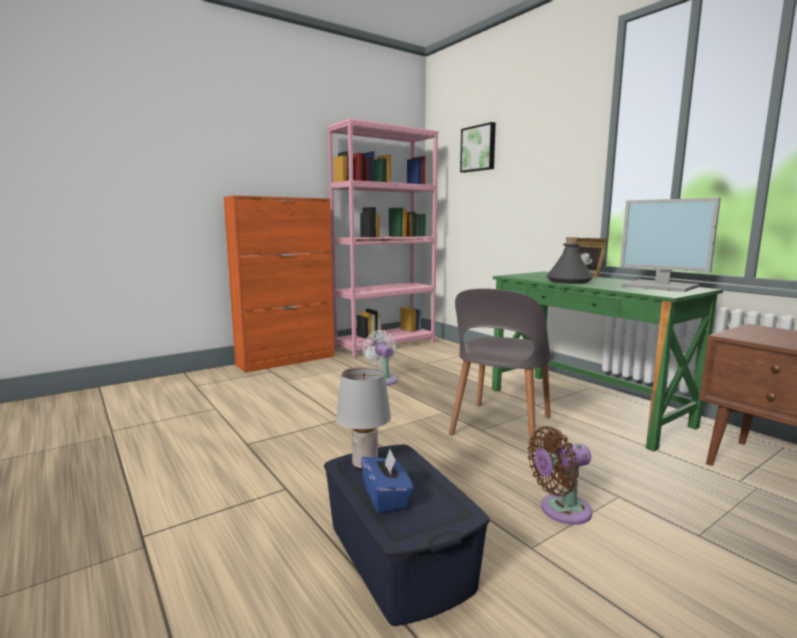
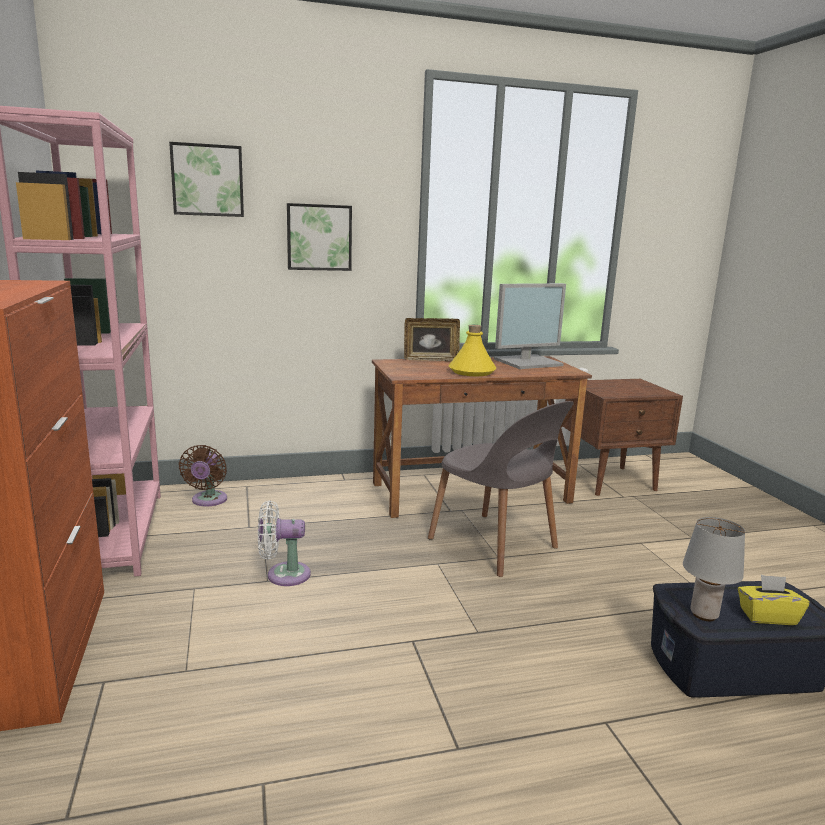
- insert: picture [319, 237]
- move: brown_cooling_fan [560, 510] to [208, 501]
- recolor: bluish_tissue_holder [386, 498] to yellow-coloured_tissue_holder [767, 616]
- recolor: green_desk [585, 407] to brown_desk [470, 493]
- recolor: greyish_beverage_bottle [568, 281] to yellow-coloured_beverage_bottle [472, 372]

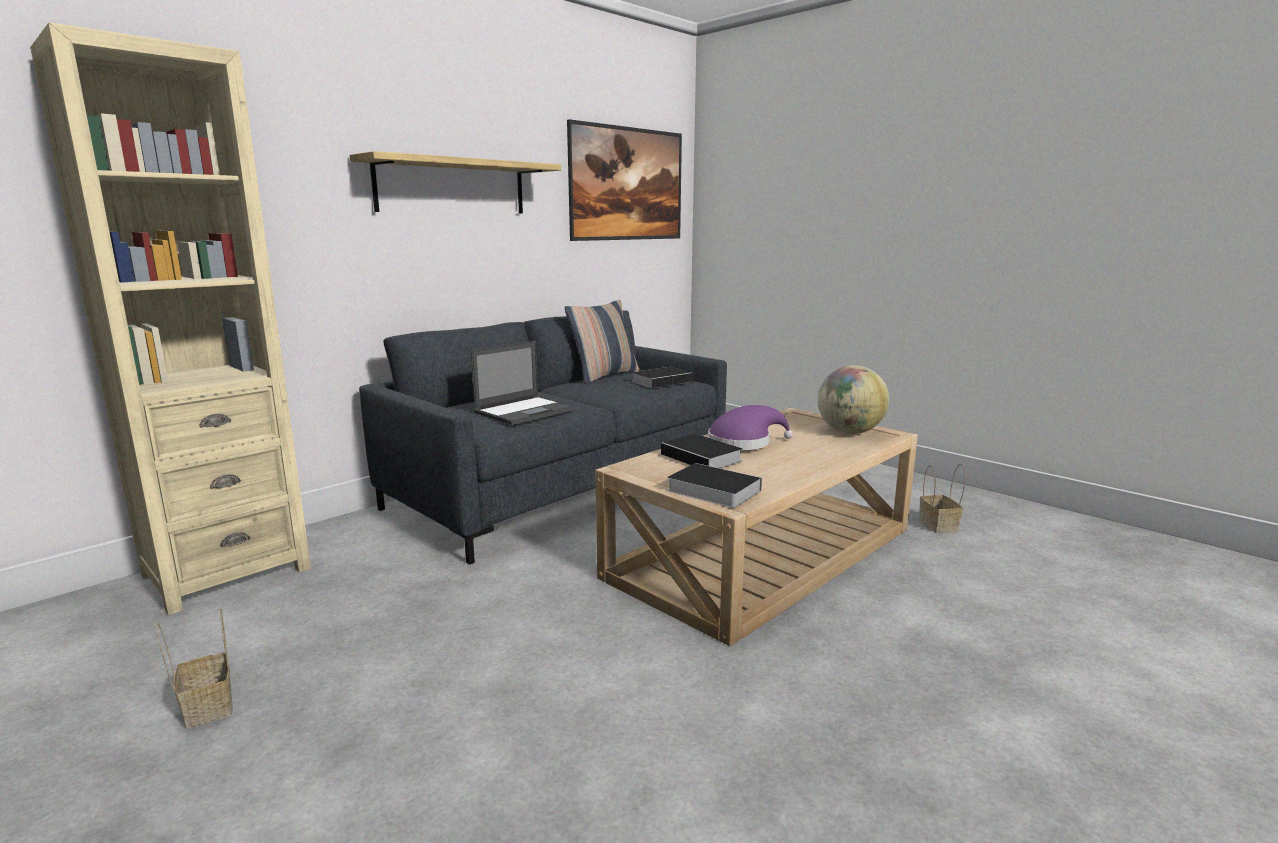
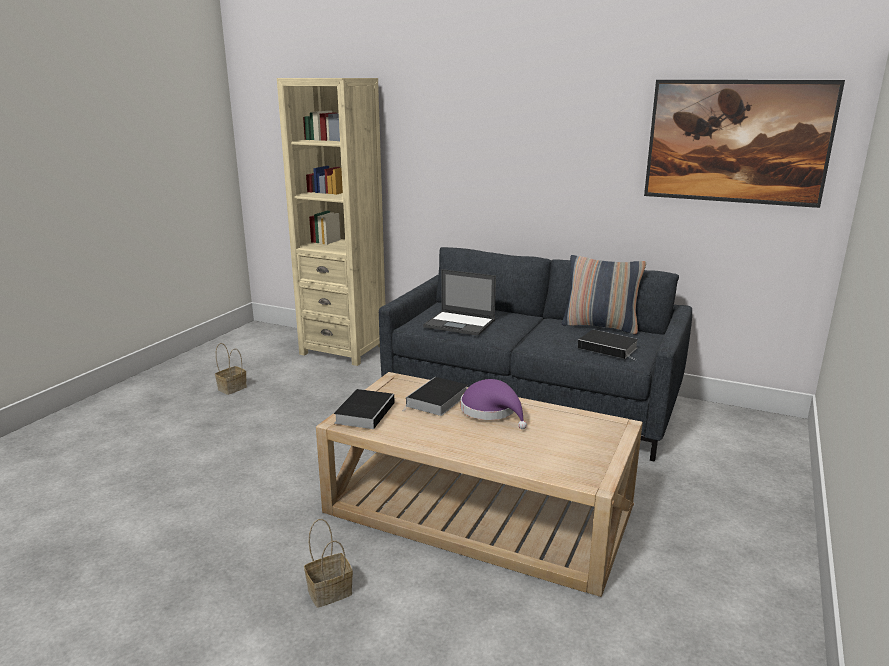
- delete: bracket_shelf [452, 187]
- delete: world_globe [849, 432]
- move: basket [939, 526] to [328, 593]

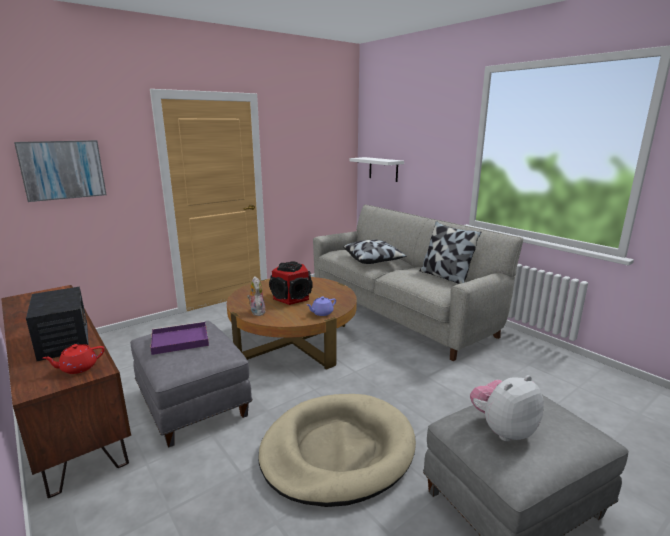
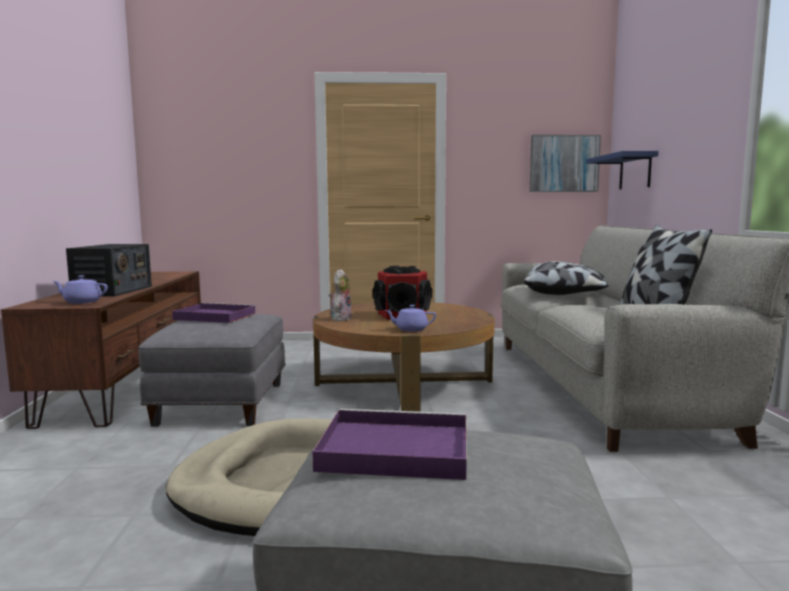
- move: picture [62, 170] to [564, 163]
- replace: cuddly_toy [502, 429] to purple-coloured_serving_tray [392, 450]
- recolor: red_pot_for_tea [78, 368] to purple-coloured_pot_for_tea [82, 302]
- recolor: white-coloured_bracket_shelf [383, 169] to bluish_bracket_shelf [635, 171]

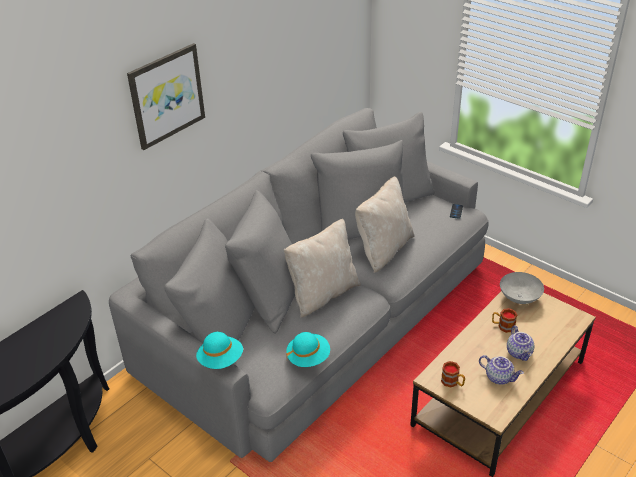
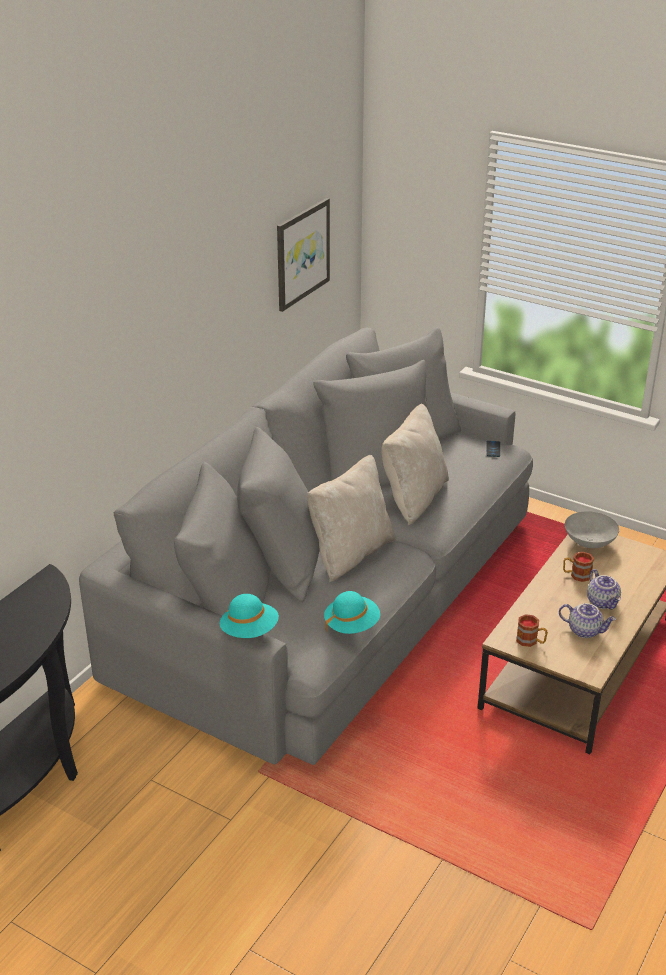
- move: picture [166, 95] to [301, 253]

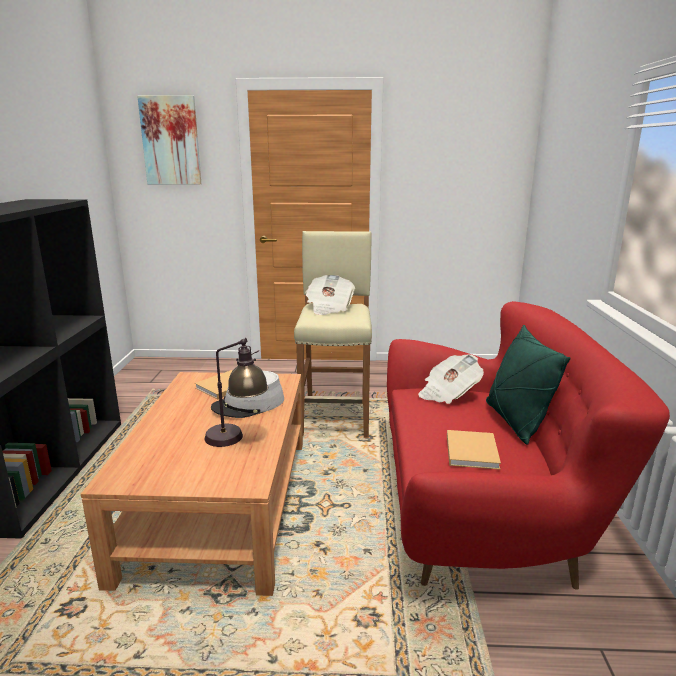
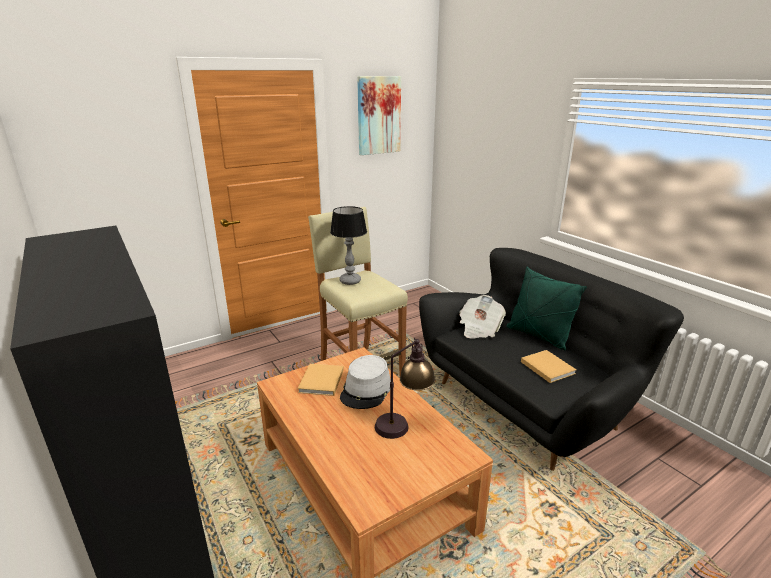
- move: picture [171, 141] to [378, 115]
- replace: newspaper [329, 308] to table_lamp [350, 281]
- recolor: red_sofa [483, 510] to black-coloured_sofa [528, 403]

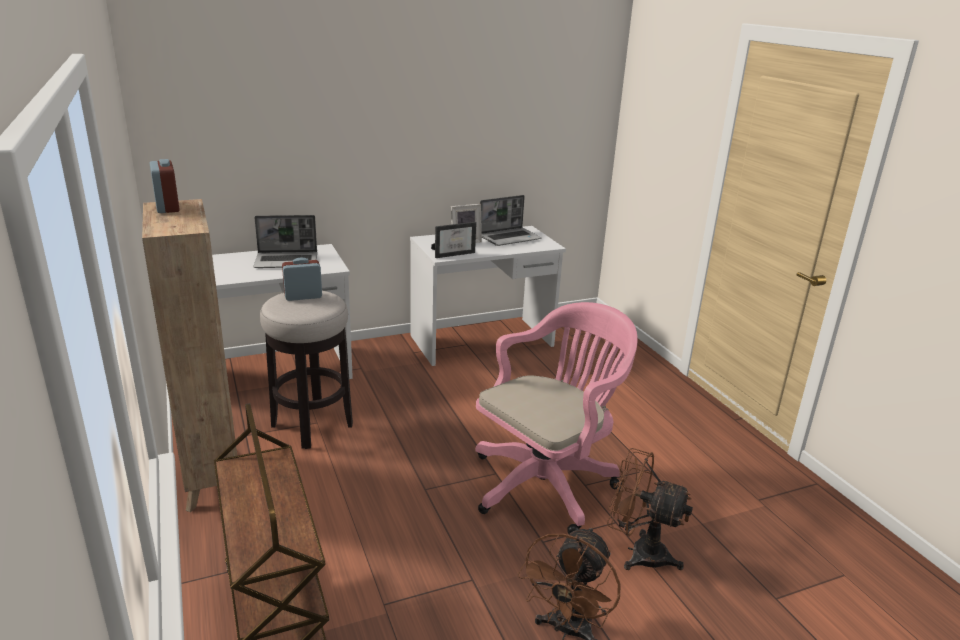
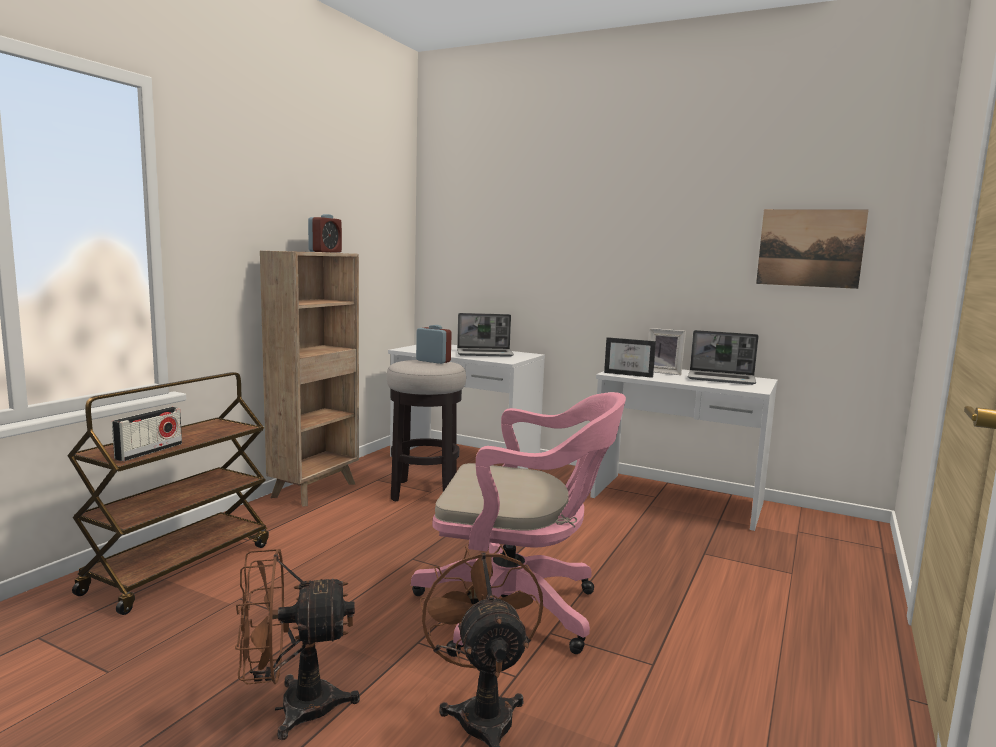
- insert: radio_set [149, 451]
- insert: picture [810, 248]
- rotate: laptop [287, 261] = [485, 353] 45 degrees counterclockwise

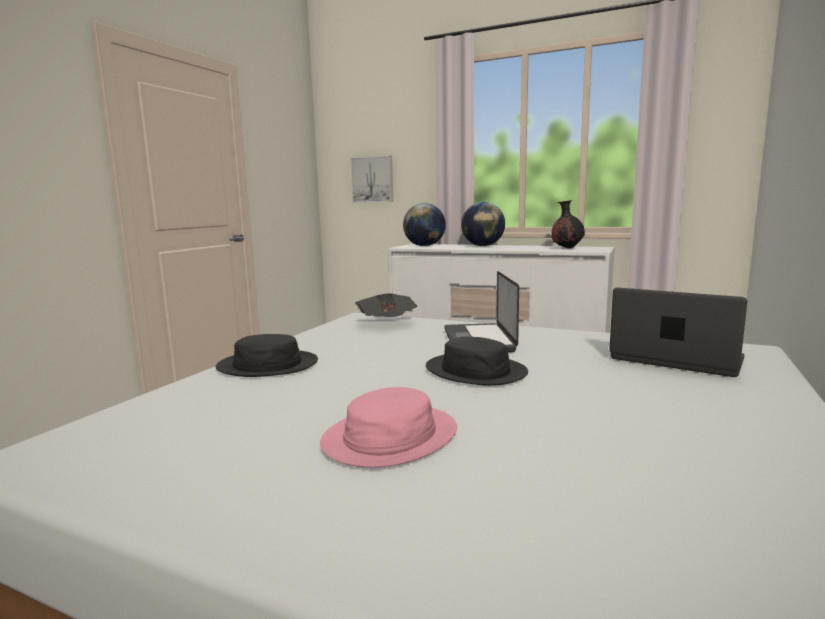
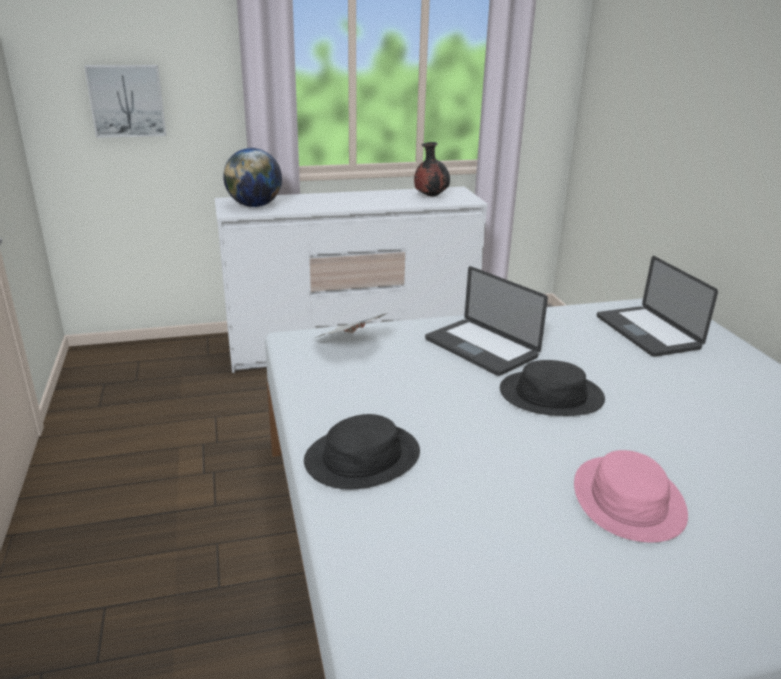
- delete: world_globe [483, 246]
- rotate: laptop [675, 359] = [647, 332] 105 degrees counterclockwise

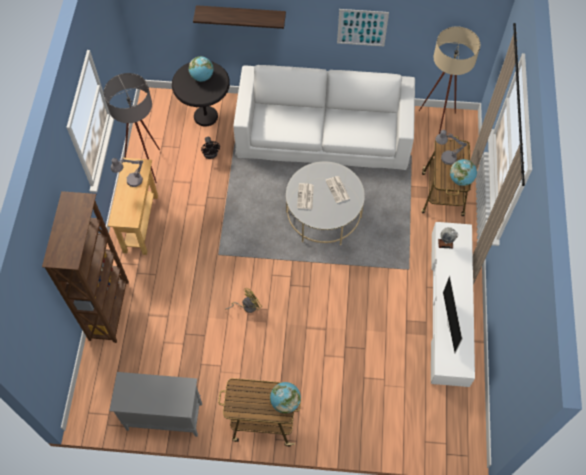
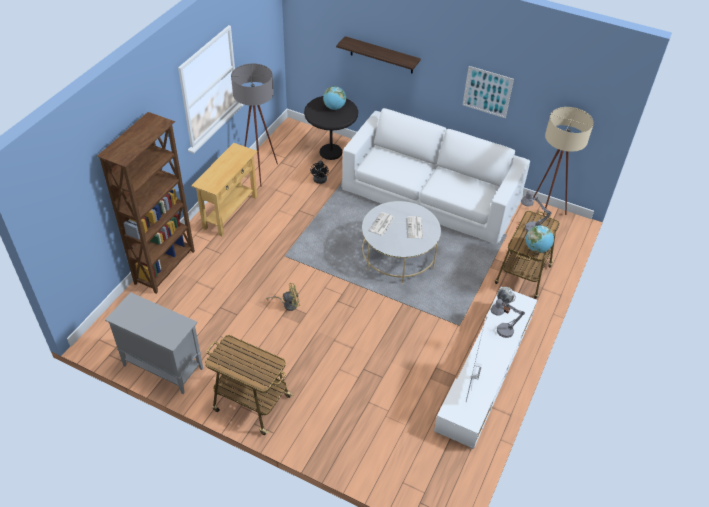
- delete: world_globe [285, 402]
- move: greyish_table_lamp [131, 181] to [501, 330]

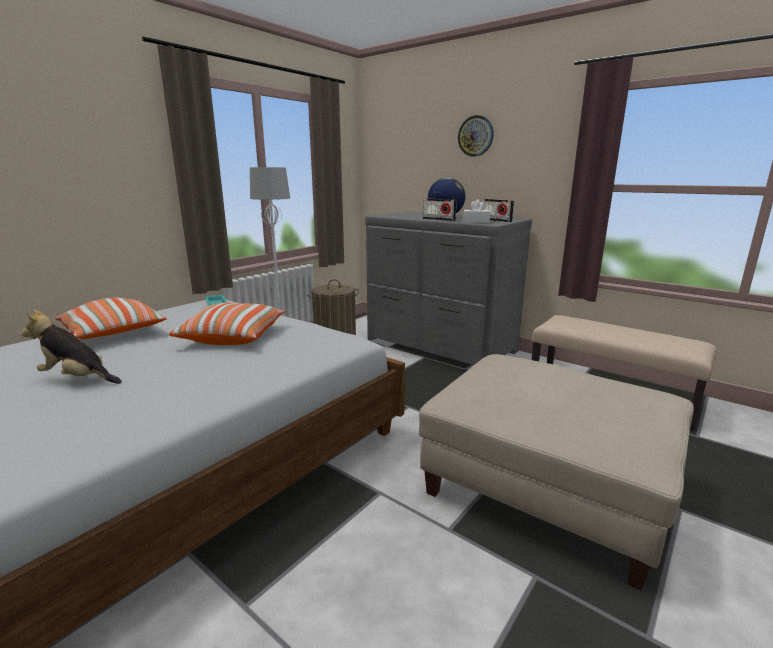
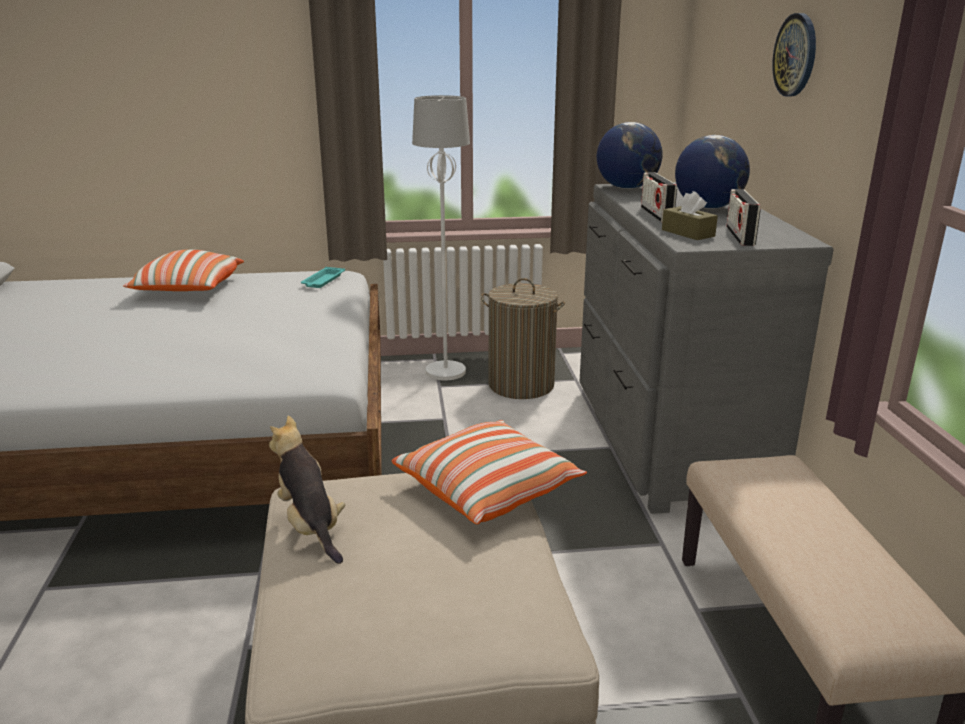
- insert: world_globe [627, 188]
- move: cuddly_toy [77, 378] to [311, 526]
- move: cushion [233, 337] to [488, 490]
- recolor: white-coloured_tissue_holder [476, 222] to brown_tissue_holder [688, 233]

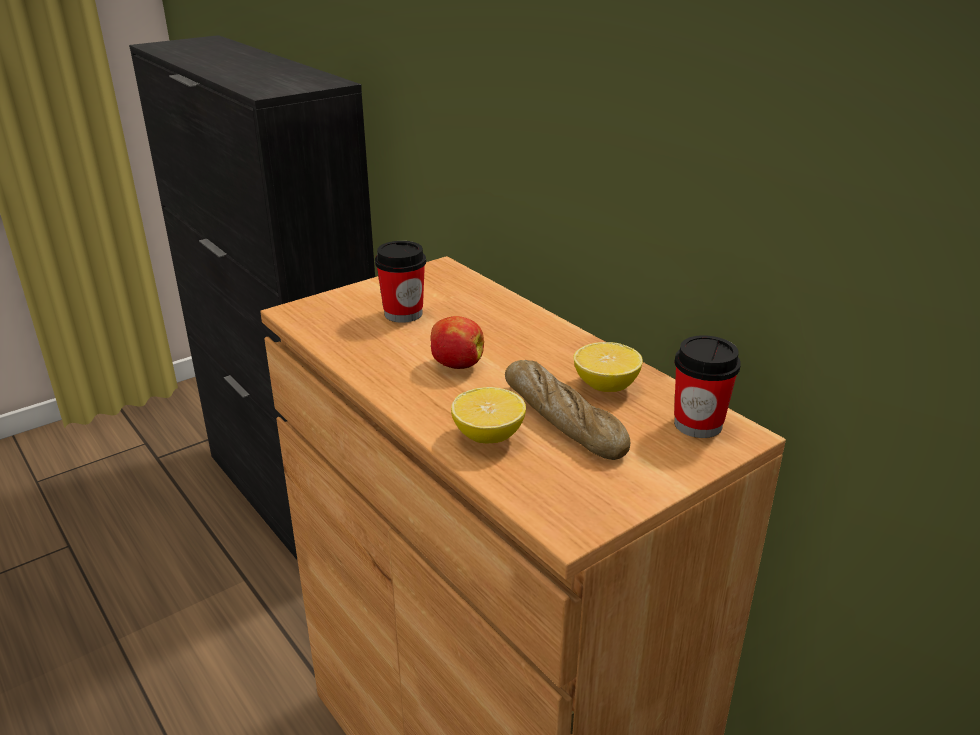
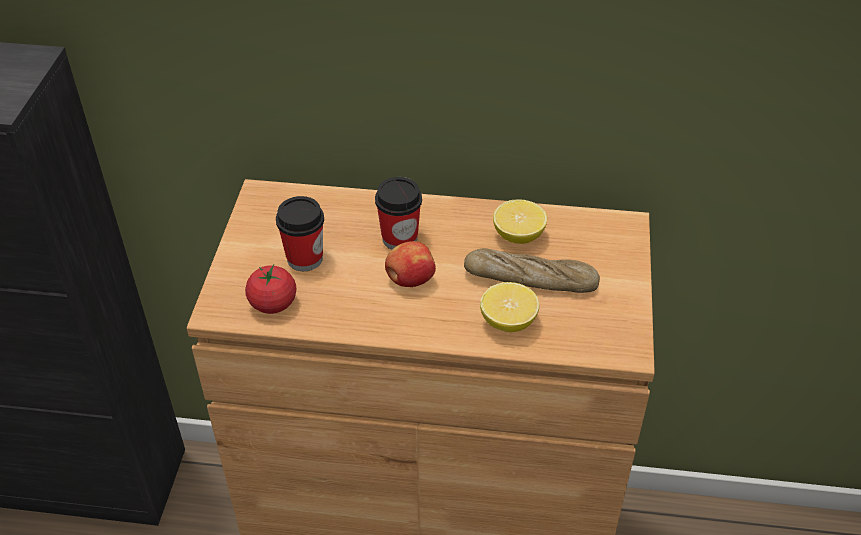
- insert: whole_tomato [273, 303]
- move: cup [698, 424] to [399, 238]

